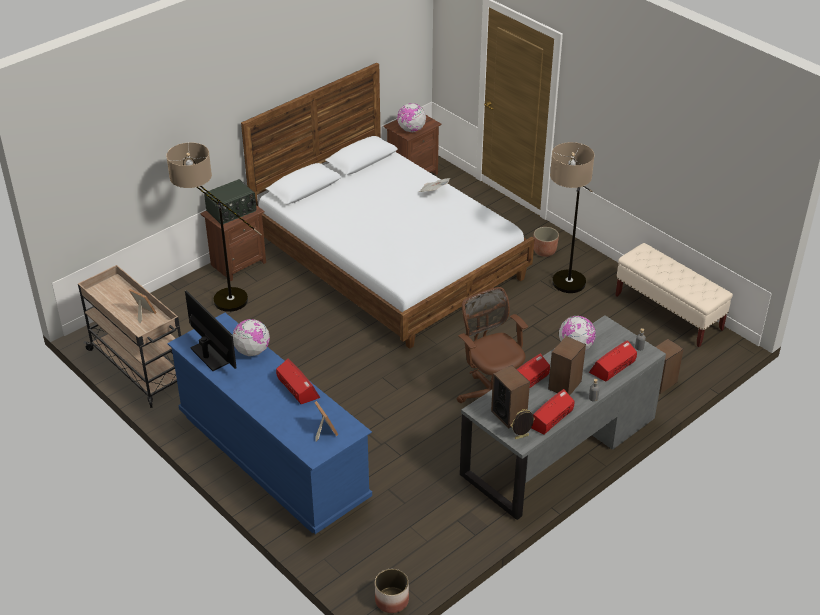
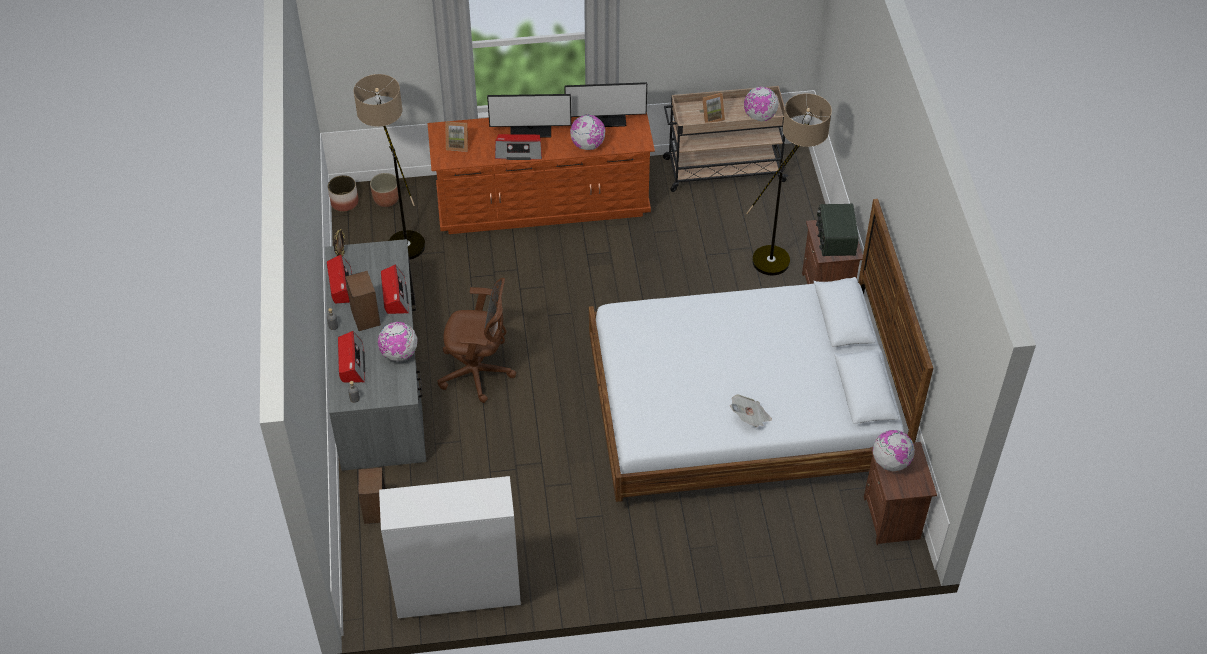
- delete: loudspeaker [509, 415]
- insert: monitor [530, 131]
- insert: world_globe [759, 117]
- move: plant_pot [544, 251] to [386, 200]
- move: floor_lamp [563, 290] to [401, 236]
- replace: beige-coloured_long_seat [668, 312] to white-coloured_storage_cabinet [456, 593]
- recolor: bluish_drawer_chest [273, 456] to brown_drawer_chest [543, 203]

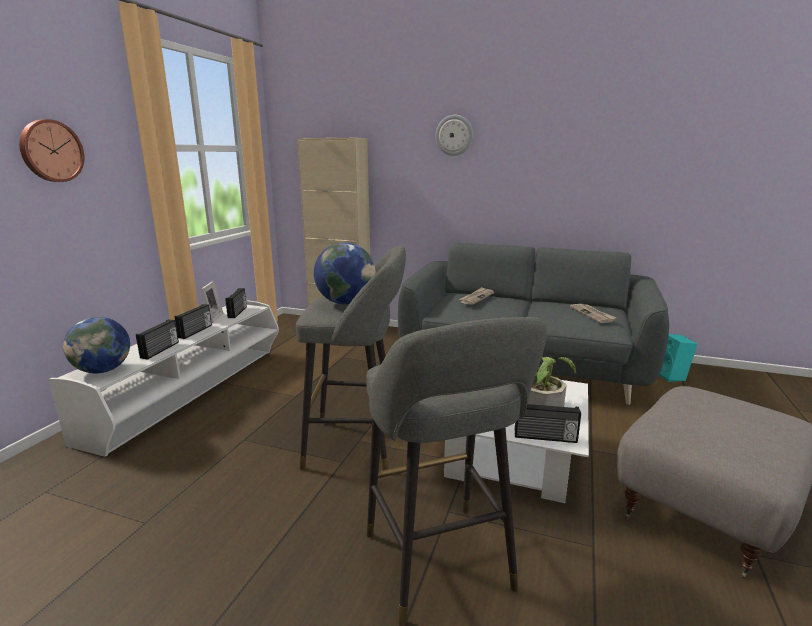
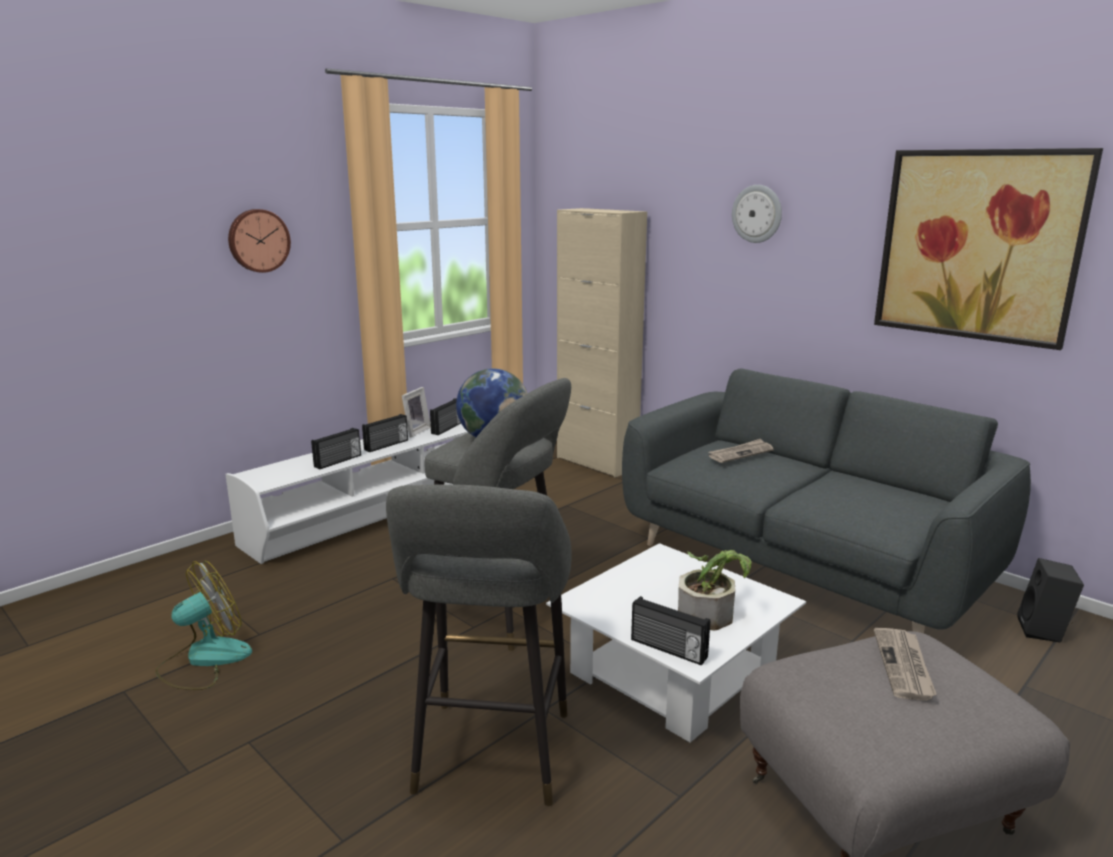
- delete: world_globe [103, 370]
- insert: cooling_fan [204, 660]
- insert: picture [978, 245]
- move: newspaper [592, 314] to [904, 666]
- recolor: turquoise_loudspeaker [672, 376] to black-coloured_loudspeaker [1044, 631]

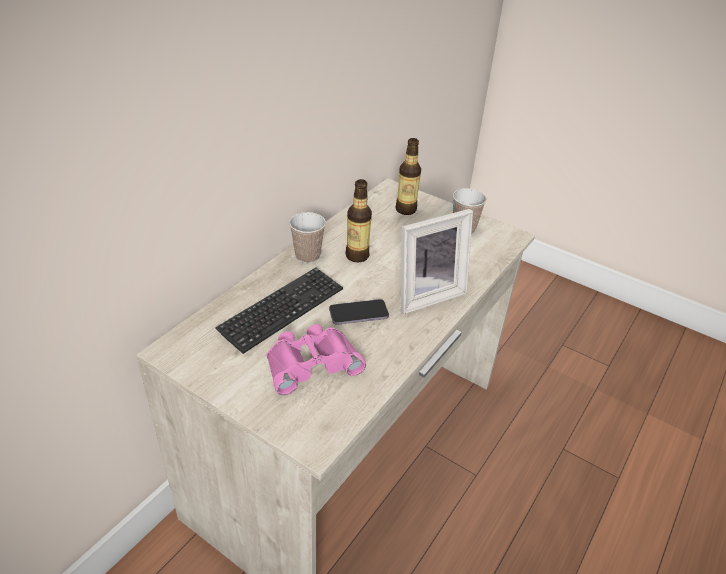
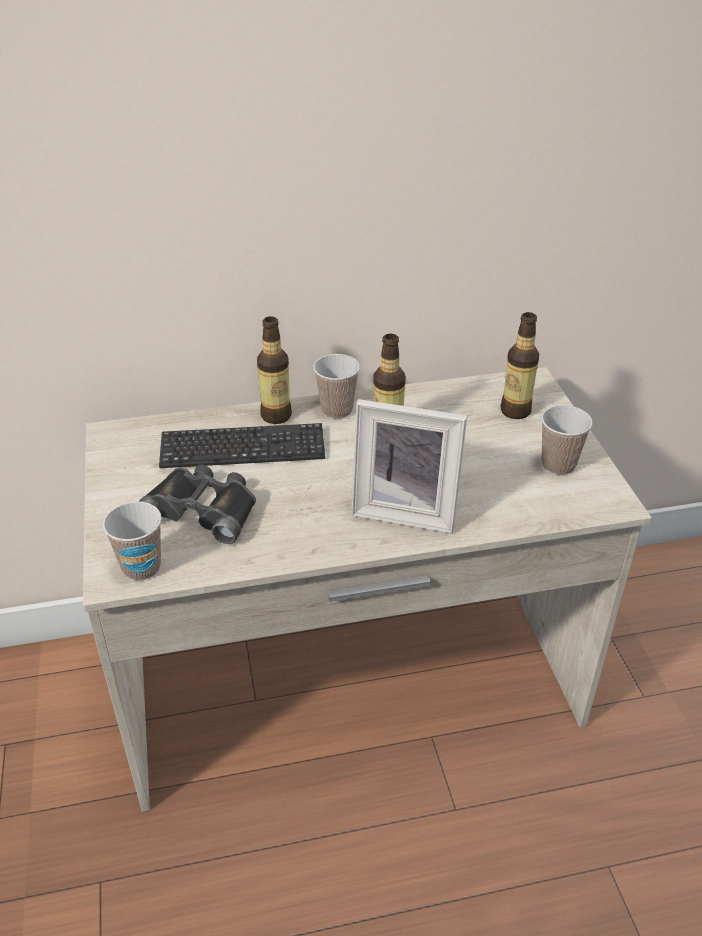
- delete: telephone [358, 313]
- insert: cup [141, 567]
- insert: beverage_bottle [276, 416]
- recolor: pinkish_binoculars [311, 362] to black-coloured_binoculars [203, 509]

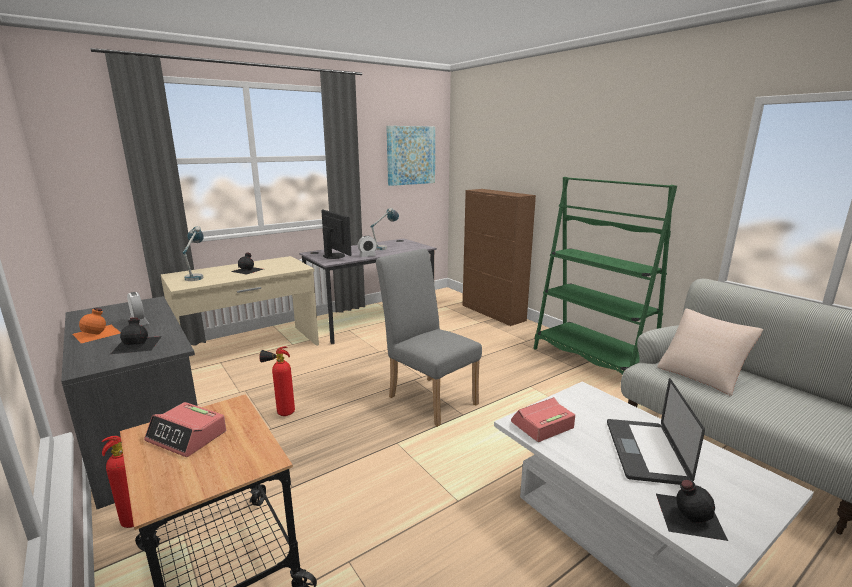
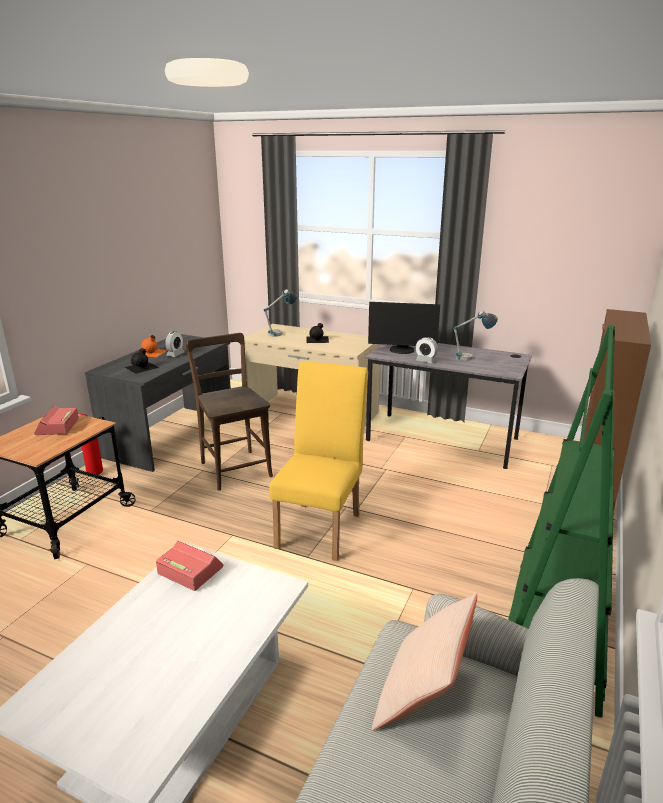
- delete: picture [410, 155]
- delete: laptop [645, 452]
- delete: black-coloured_beverage_bottle [688, 514]
- replace: fire_extinguisher [282, 413] to brown_upright_chair [234, 467]
- recolor: greyish_upright_chair [428, 397] to yellow-coloured_upright_chair [322, 526]
- rotate: monitor [335, 256] = [402, 350] 75 degrees clockwise

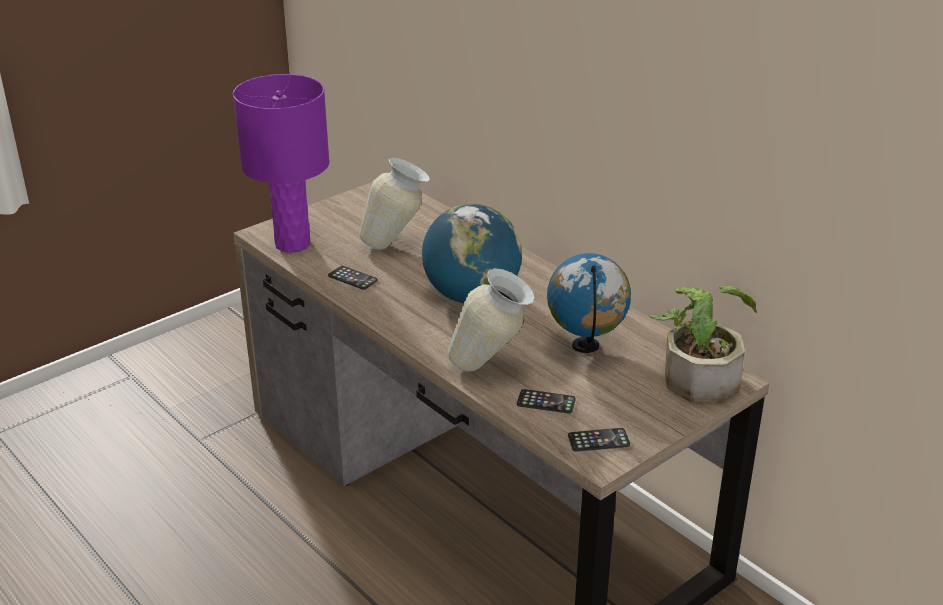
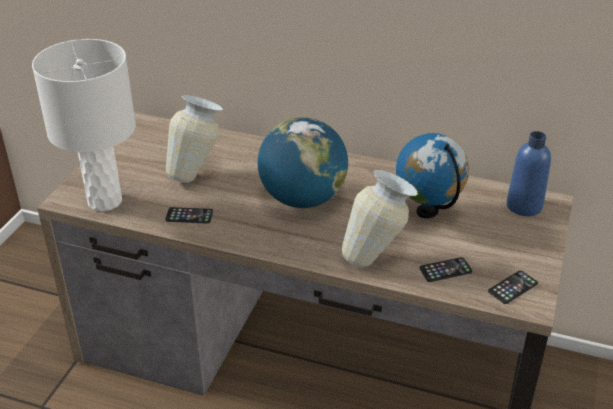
- replace: potted_plant [698, 374] to bluish_beverage_bottle [524, 206]
- recolor: purple-coloured_table_lamp [292, 244] to white-coloured_table_lamp [104, 201]

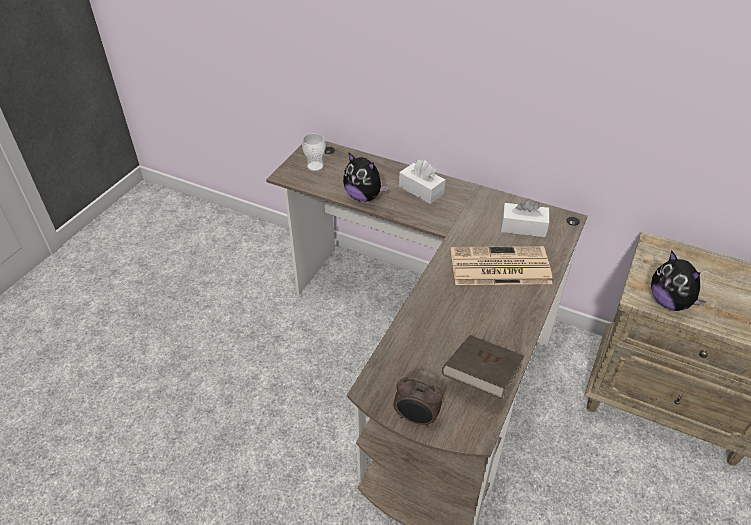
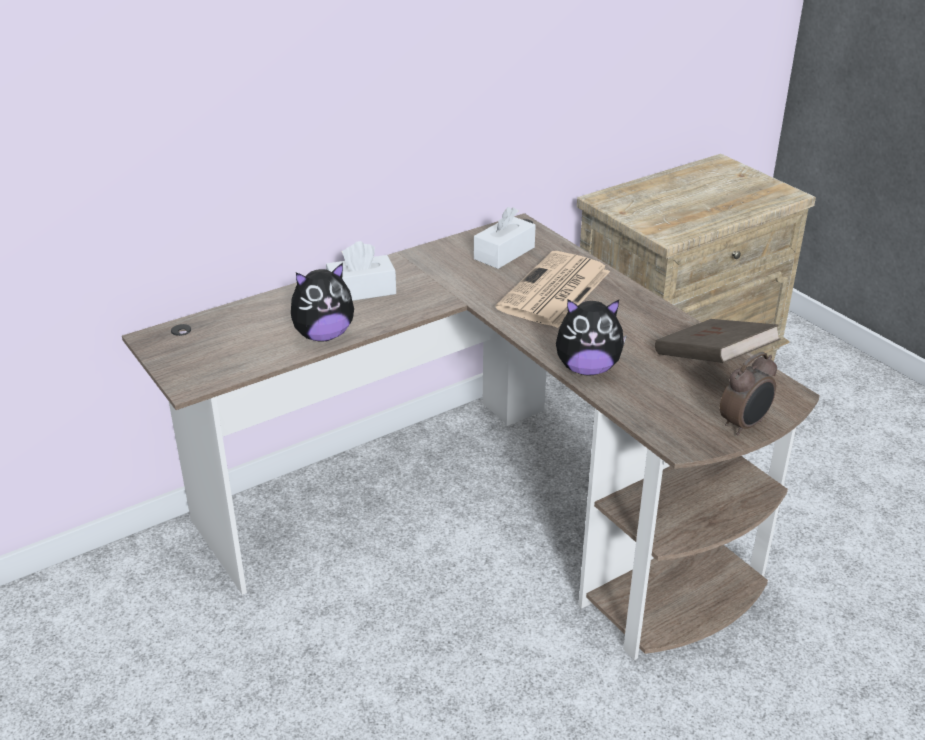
- delete: cup [315, 166]
- move: cuddly_toy [669, 302] to [587, 369]

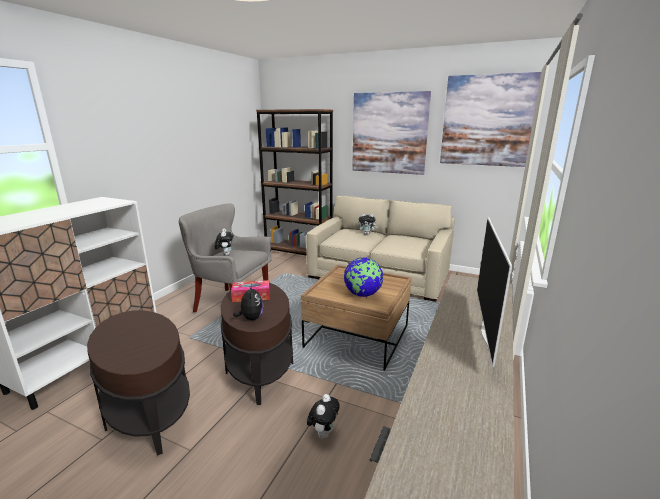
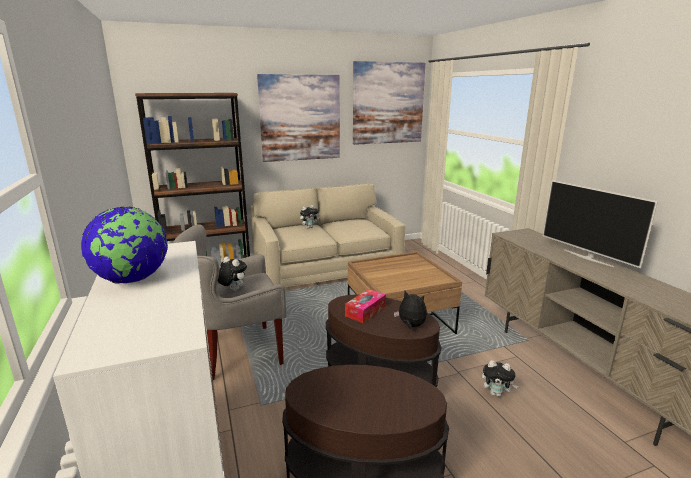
- move: world_globe [362, 294] to [132, 280]
- rotate: cuddly_toy [323, 432] = [496, 394] 135 degrees clockwise

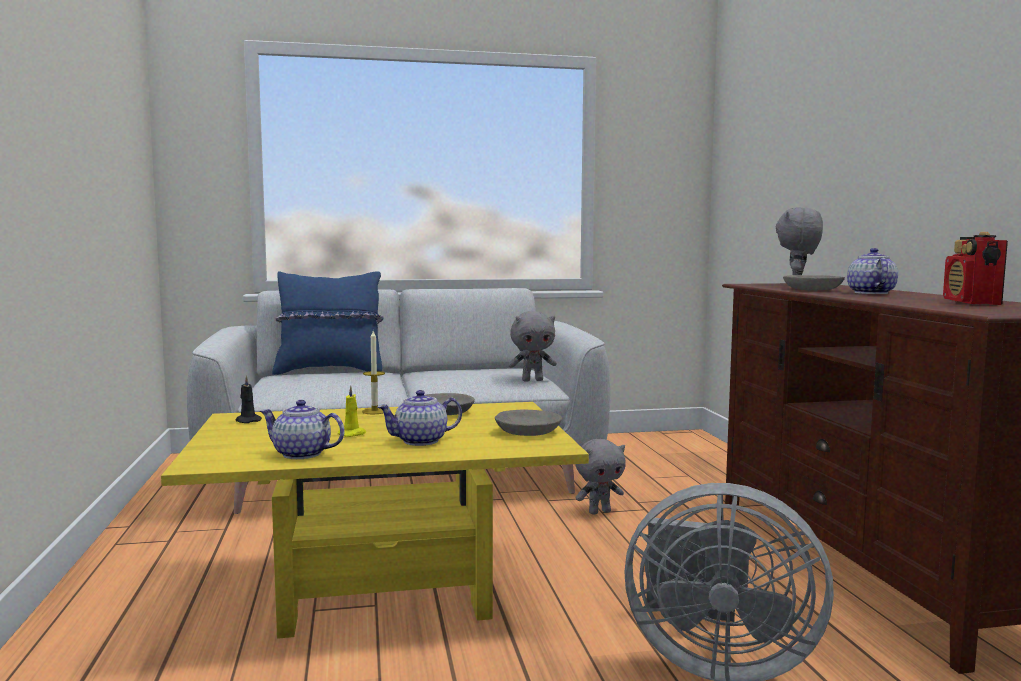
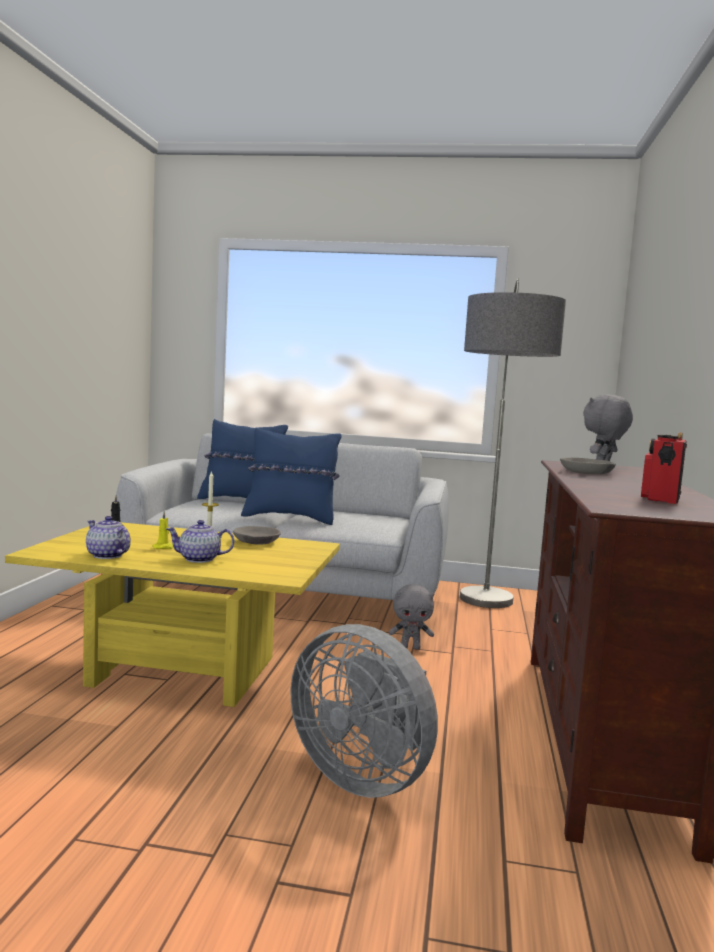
- delete: greyish_bowl [527, 432]
- delete: greyish_cuddly_toy [532, 380]
- delete: pot_for_tea [870, 293]
- insert: bluish_cushion [290, 518]
- insert: floor_lamp [487, 620]

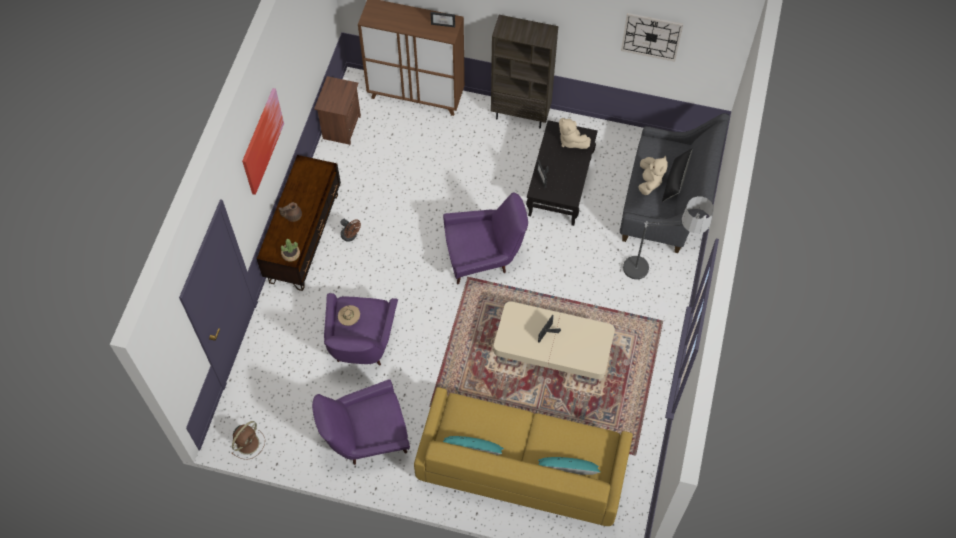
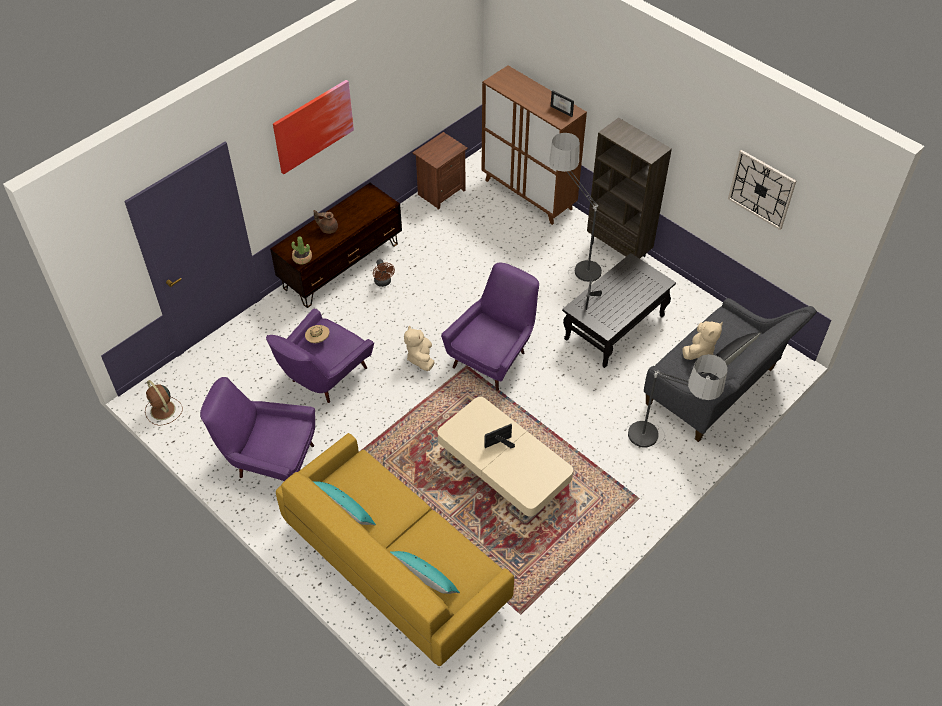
- insert: floor_lamp [571, 261]
- move: beige-coloured_cuddly_toy [571, 140] to [420, 358]
- rotate: brown_cooling_fan [248, 442] = [163, 411] 75 degrees clockwise
- rotate: purple-coloured_lounge_chair [483, 258] = [494, 356] 75 degrees counterclockwise

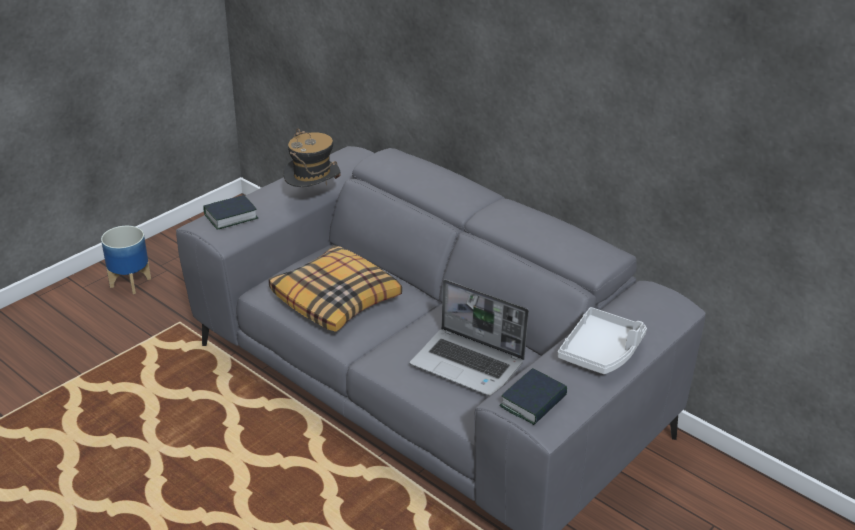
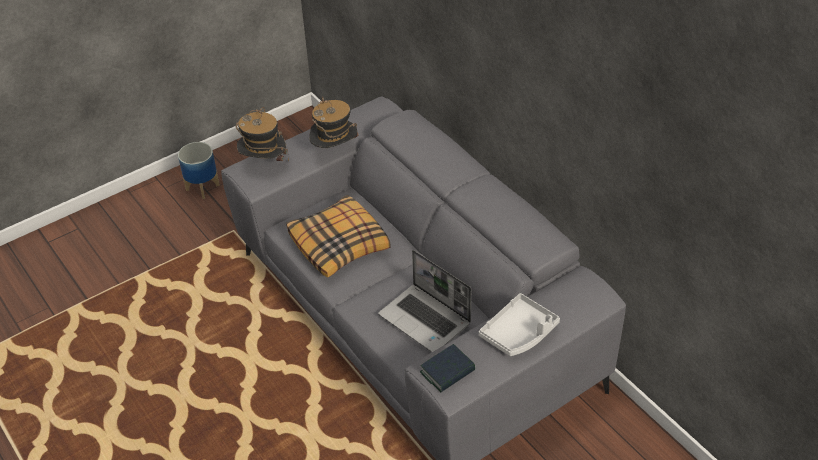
- replace: volume [231, 216] to wearable_hat [264, 164]

